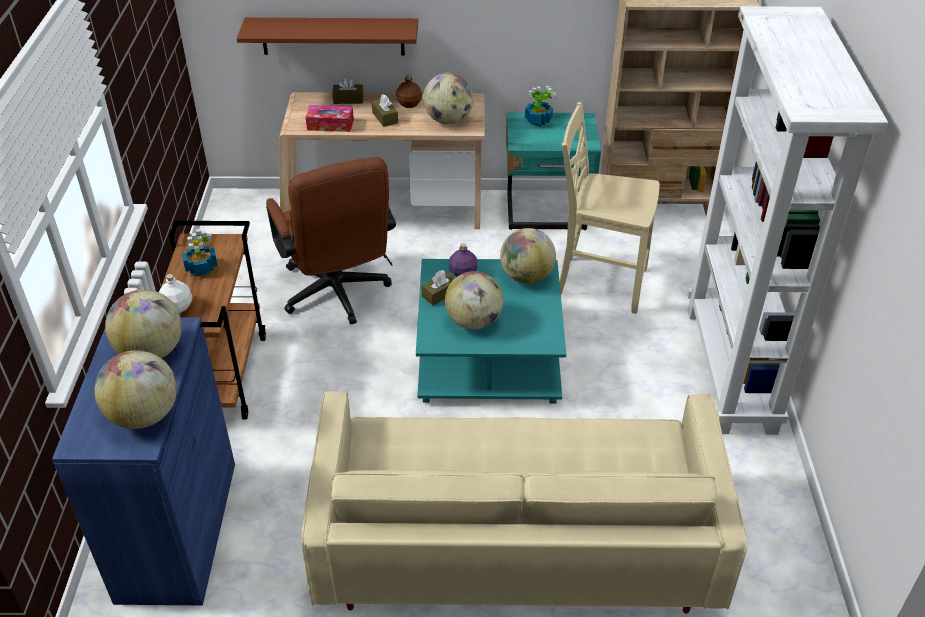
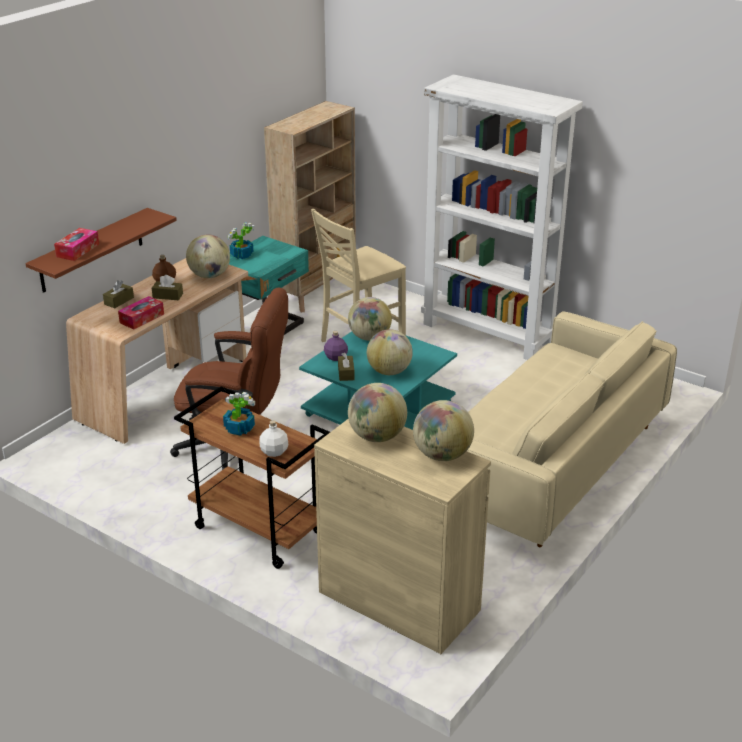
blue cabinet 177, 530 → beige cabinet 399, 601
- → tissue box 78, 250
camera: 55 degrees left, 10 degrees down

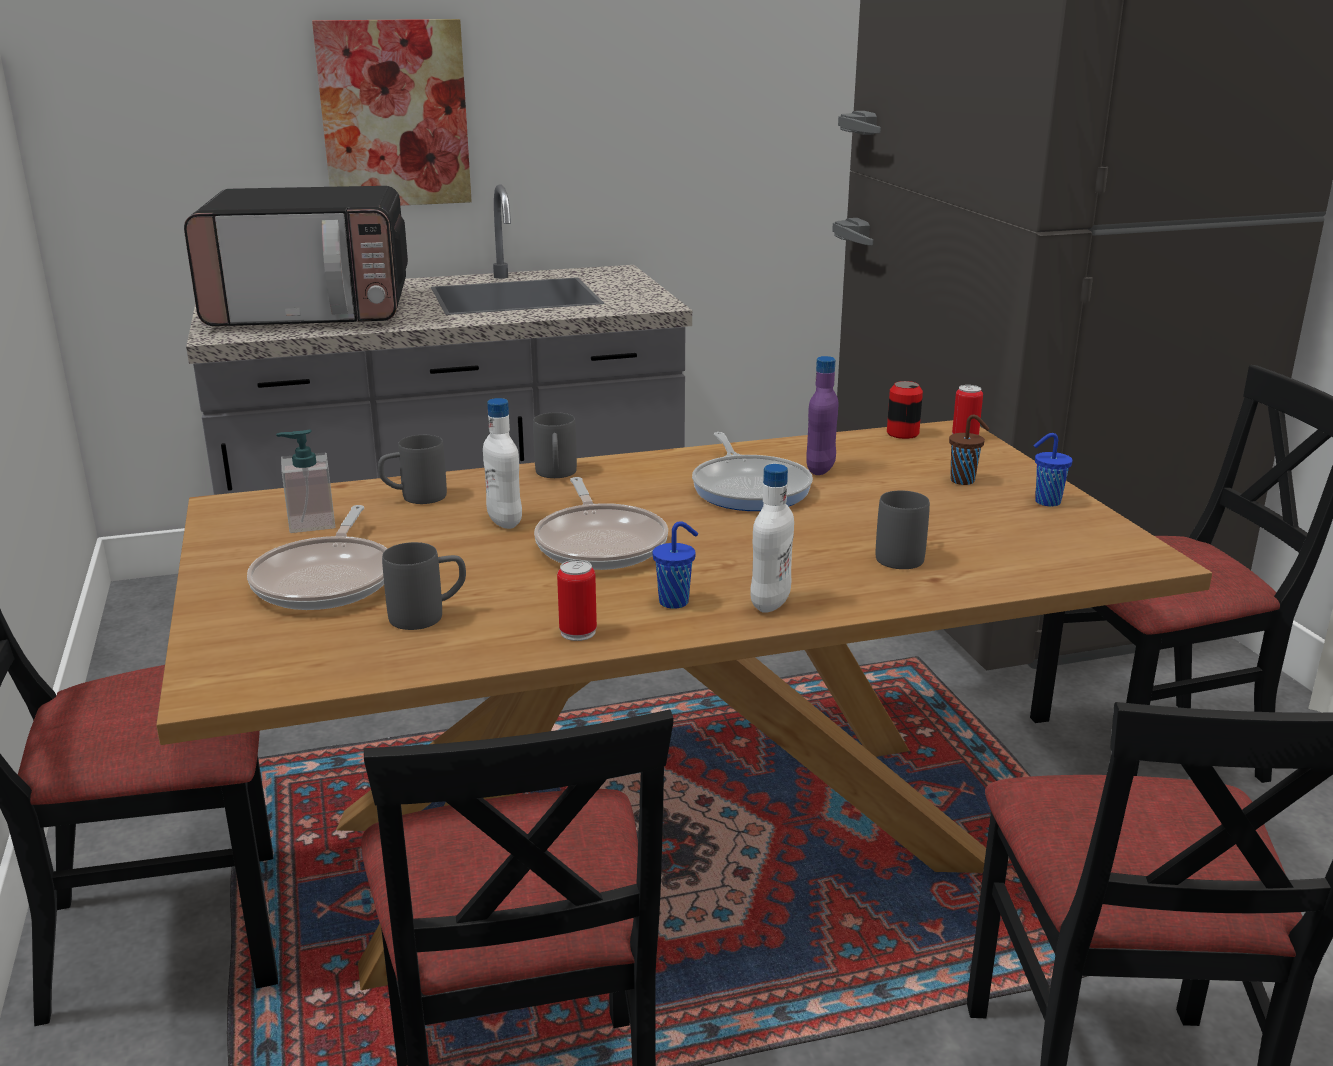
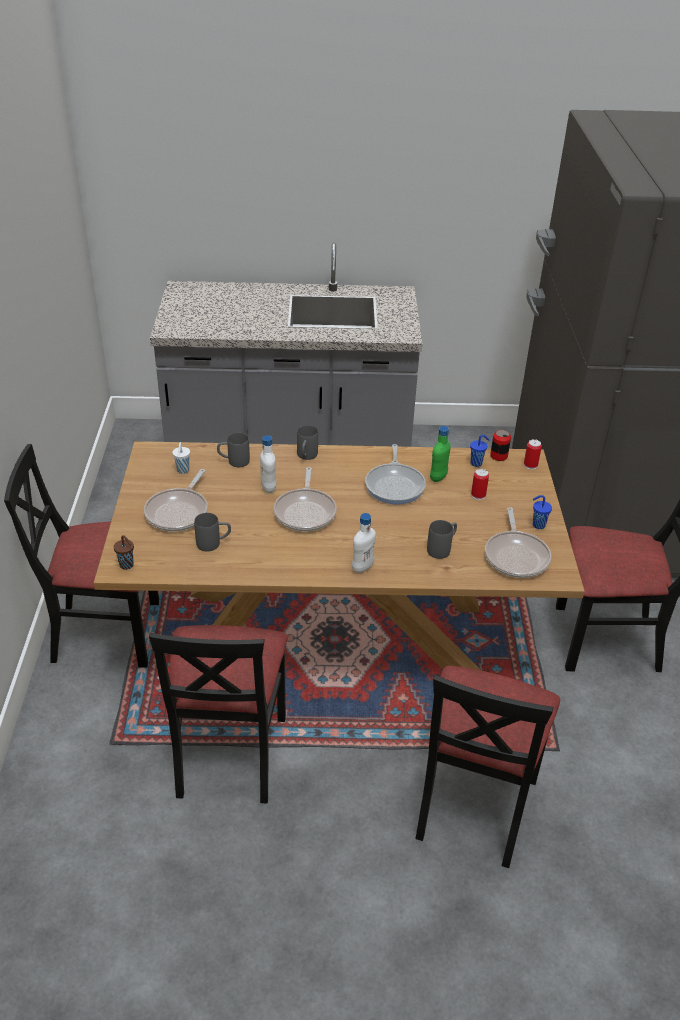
picture 394, 114 → -
microwave 312, 310 → -
purple bottle 820, 469 → green bottle 438, 477
brown cup 964, 481 → brown cup 127, 565, move
soap dispenser 311, 522 → white cup 182, 471
blue cup 675, 602 → blue cup 477, 463, move
can 578, 632 → can 478, 495, move
- → frying pan 516, 556
camera: 15 degrees right, 15 degrees up

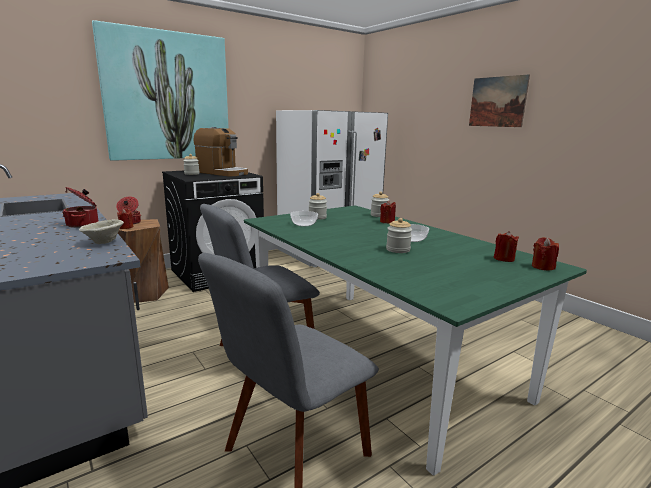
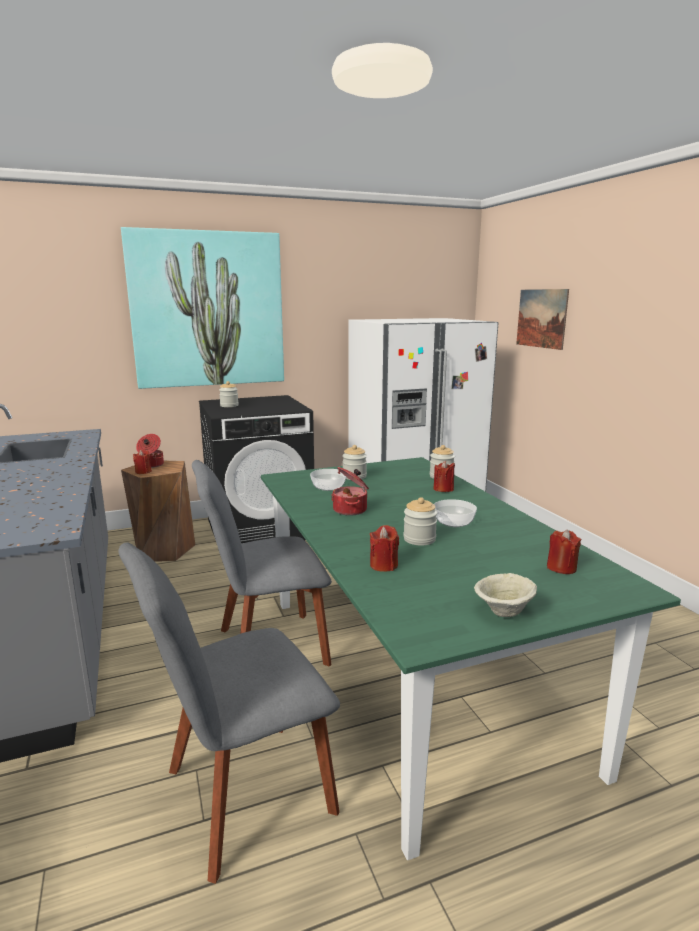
picture 497, 102 → picture 541, 318, move
coffee machine 222, 173 → -
cooking pot 83, 224 → cooking pot 351, 510, move
beige bowl 104, 243 → beige bowl 504, 612, move
red candle 542, 267 → red candle 383, 565, move
camera: 15 degrees right, 0 degrees up

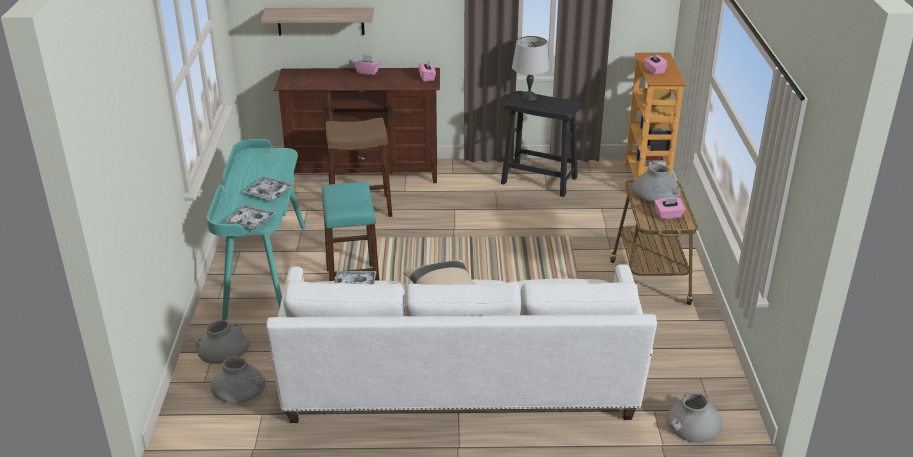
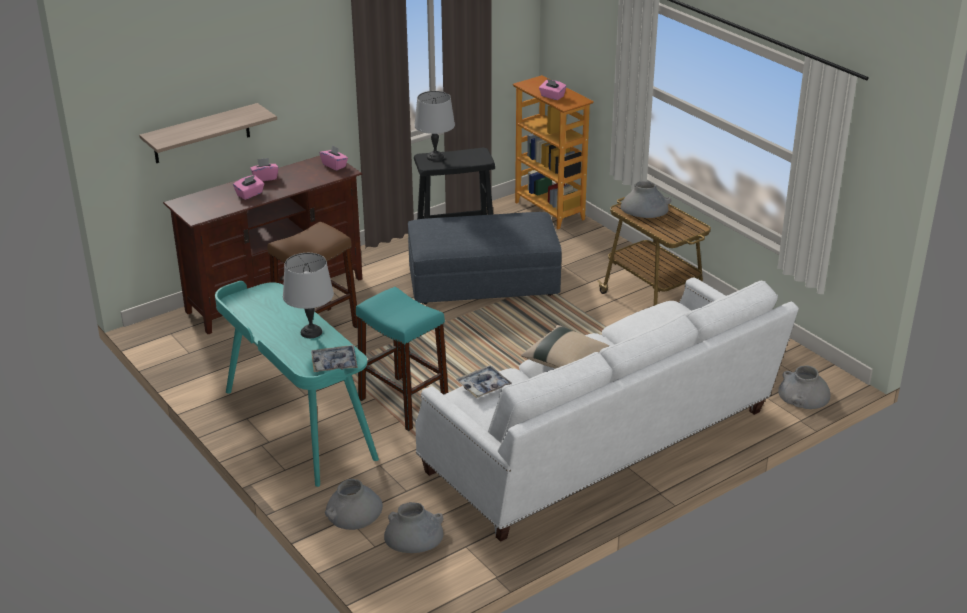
tray 268, 193 → grey table lamp 311, 332
pink tissue box 668, 215 → pink tissue box 250, 194, move
- → grey ottoman 483, 282
camera: 35 degrees left, 0 degrees up

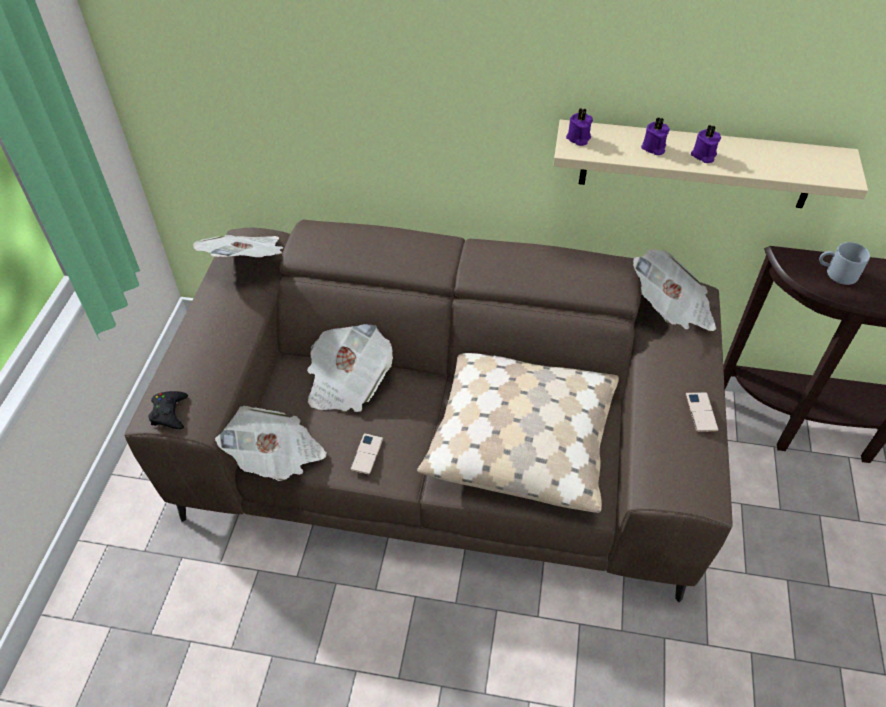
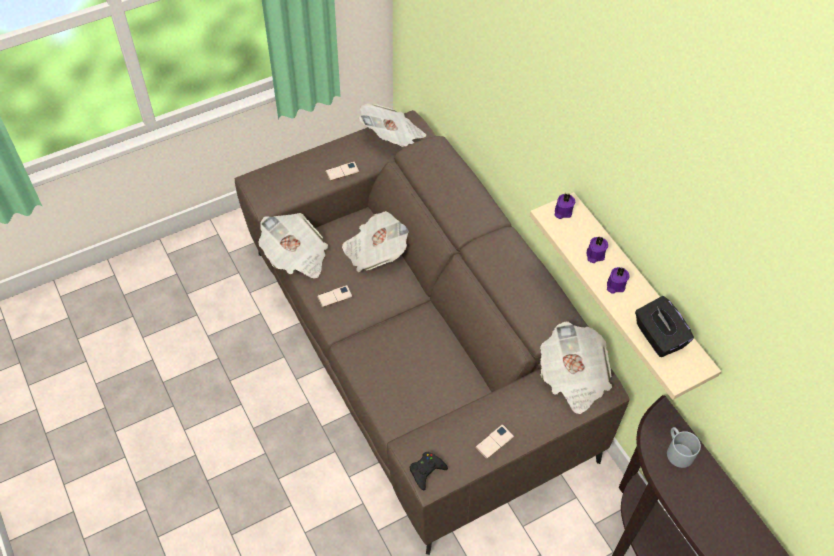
beige pillow 520, 437 → -
black game controller 169, 413 → black game controller 426, 471, move
- → phone 342, 171
- → black tissue box 658, 337
camera: 50 degrees right, 5 degrees up

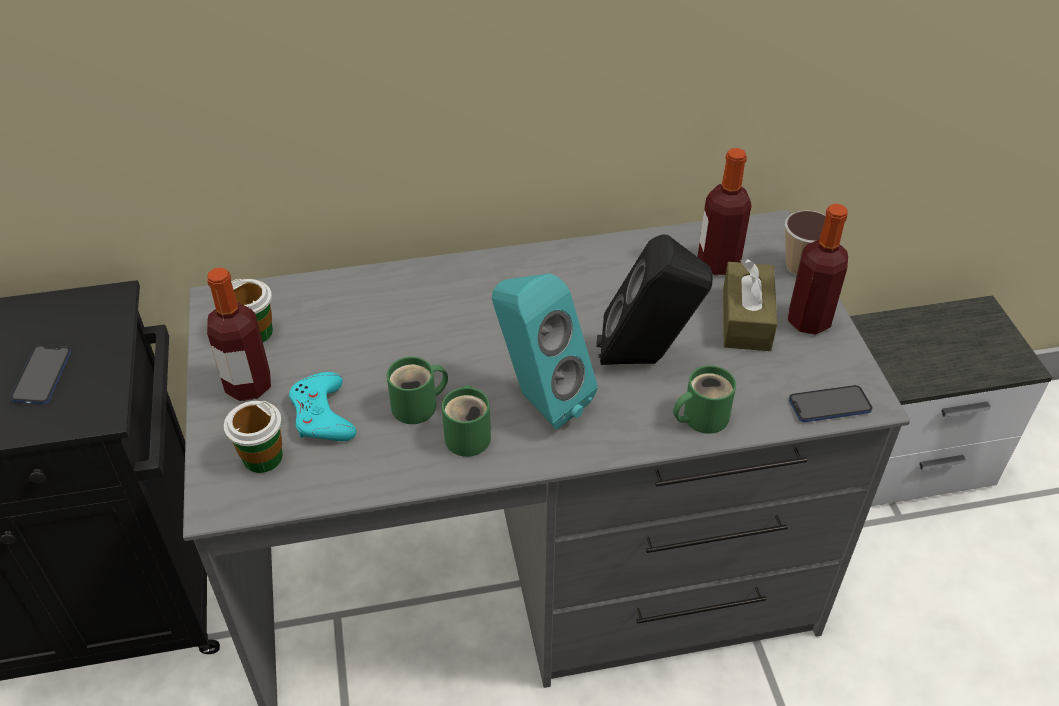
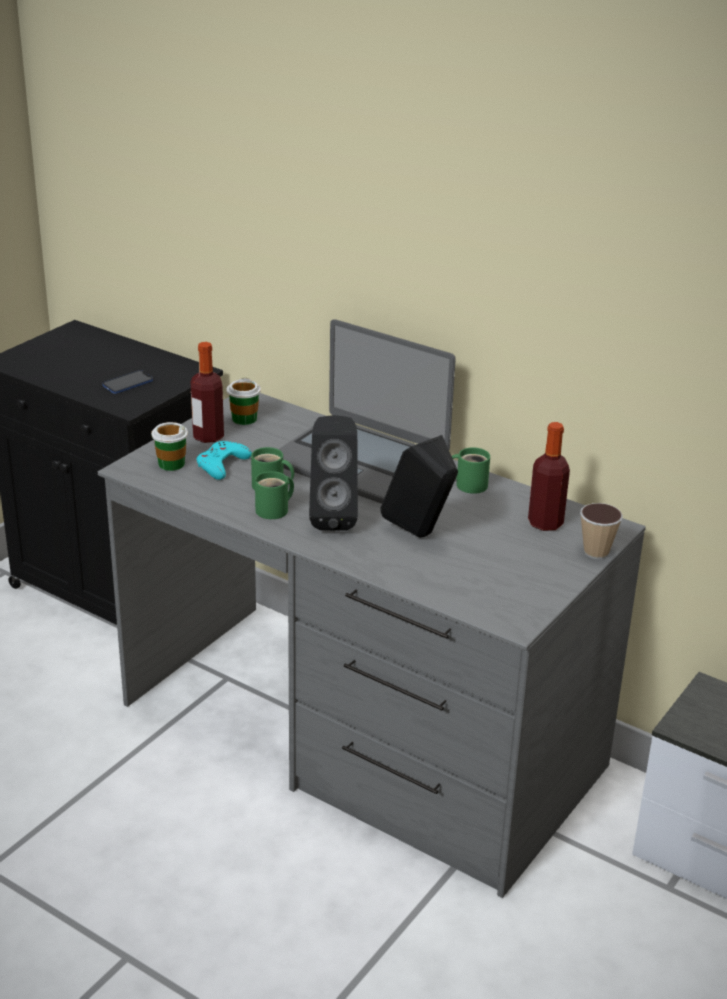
bottle 808, 320 → -
brown tissue box 746, 319 → -
turquoise speaker 539, 399 → black speaker 333, 517
green mug 701, 417 → green mug 469, 484, move
phone 829, 405 → -
- → laptop 360, 461
camera: 45 degrees right, 15 degrees down

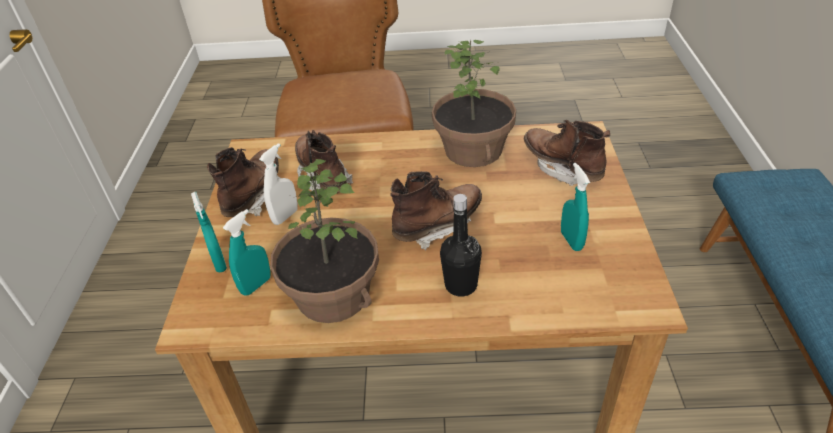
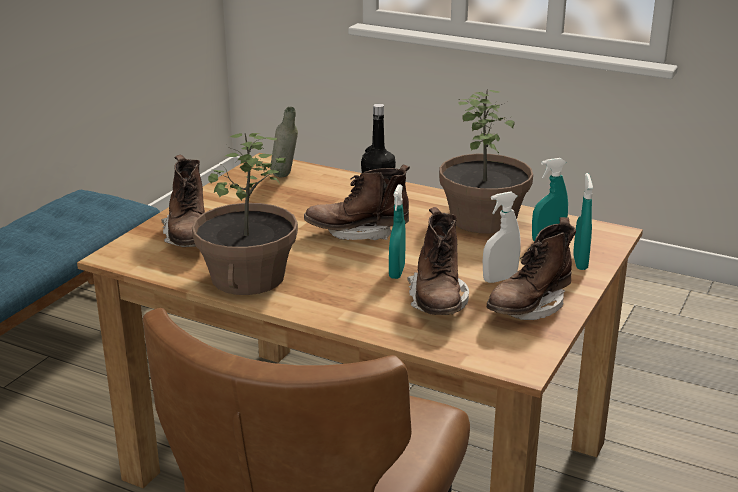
turquoise spray bottle 571, 241 → turquoise spray bottle 396, 272, move
- → grey bottle 285, 178
camera: 155 degrees left, 15 degrees down

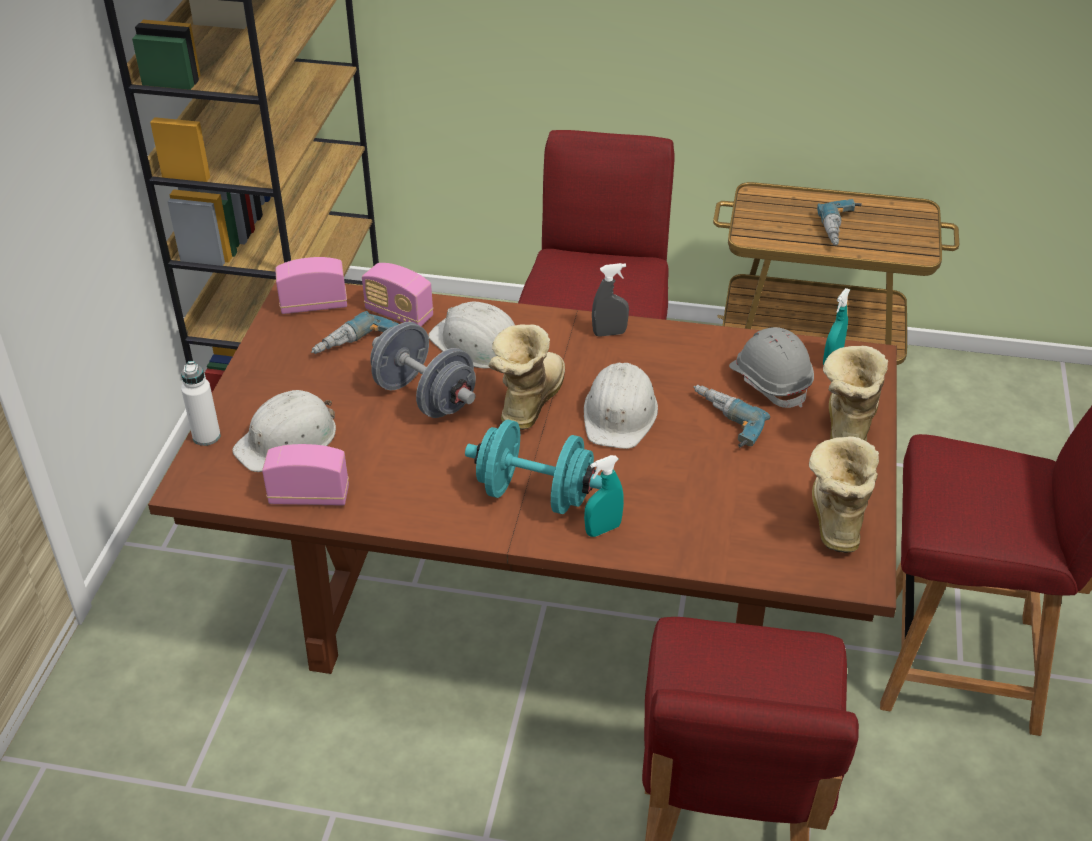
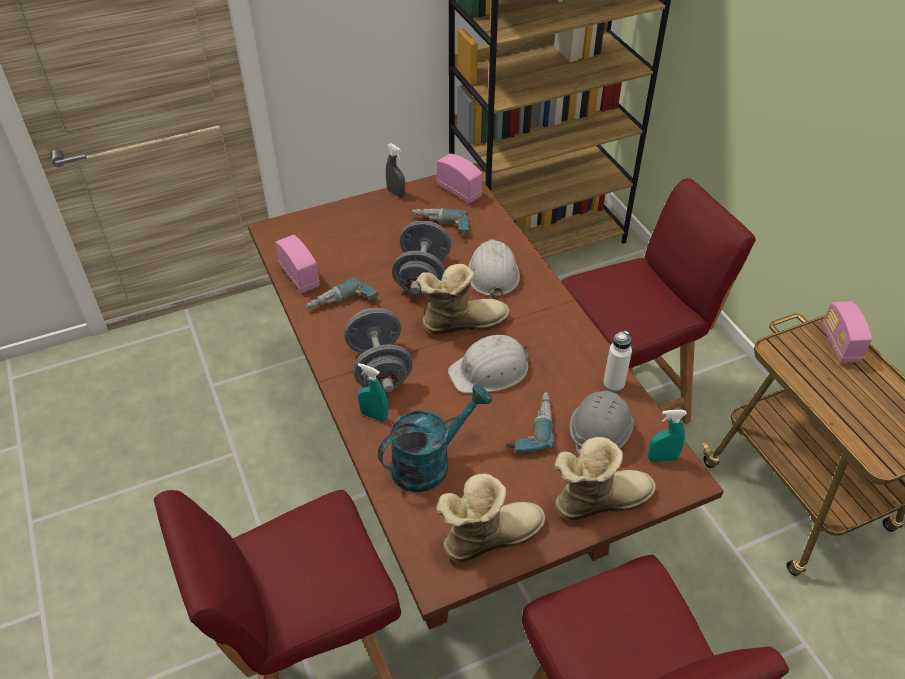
power drill 843, 230 → power drill 343, 306, move
radio 399, 314 → radio 839, 344, move
grey spray bottle 609, 333 → grey spray bottle 396, 193, move
white bottle 206, 436 → white bottle 613, 384, move
white hard hat 288, 440 → -
turquoise dumbbell 535, 494 → grey dumbbell 379, 368
- → turquoise watering can 429, 462
camera: 55 degrees right, 5 degrees up

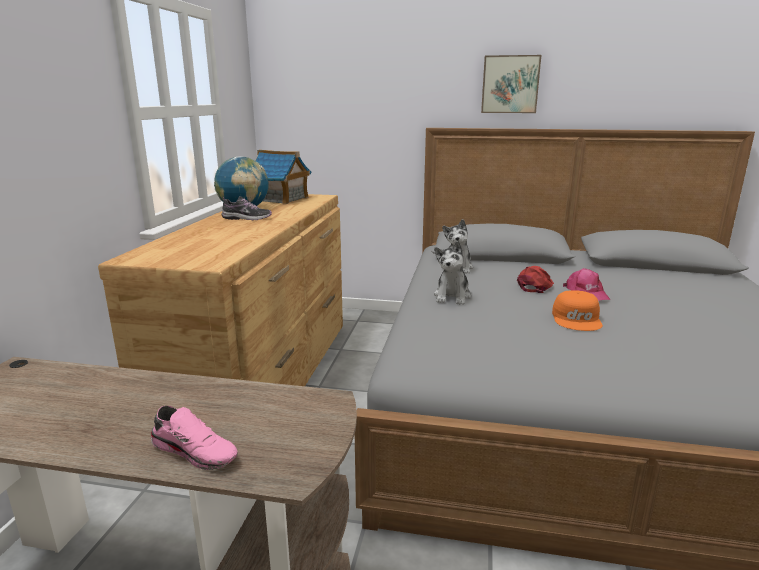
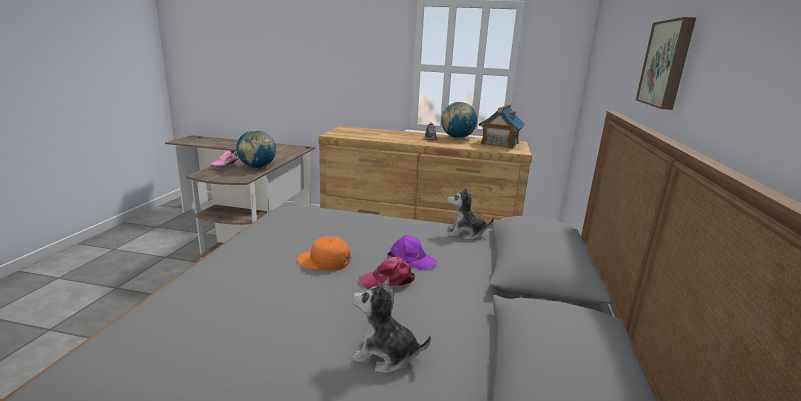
plush toy 452, 296 → plush toy 385, 356, move
red cap 535, 286 → purple cap 411, 259
- → globe 257, 167
camera: 90 degrees right, 0 degrees up

